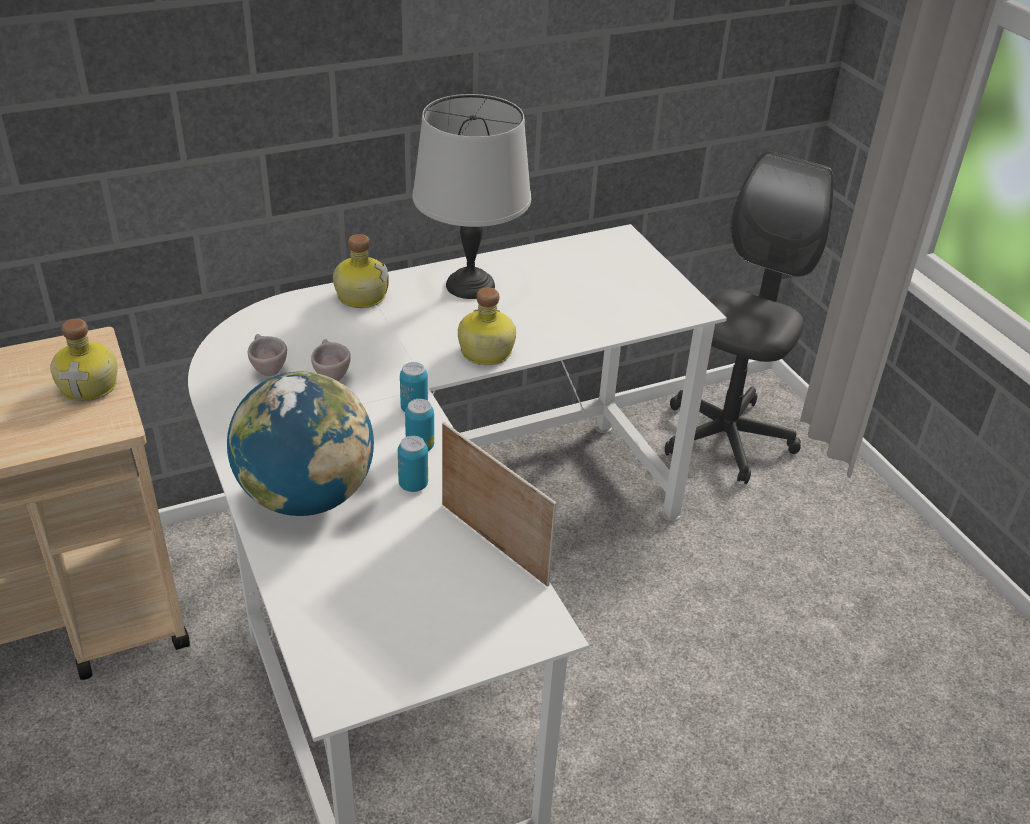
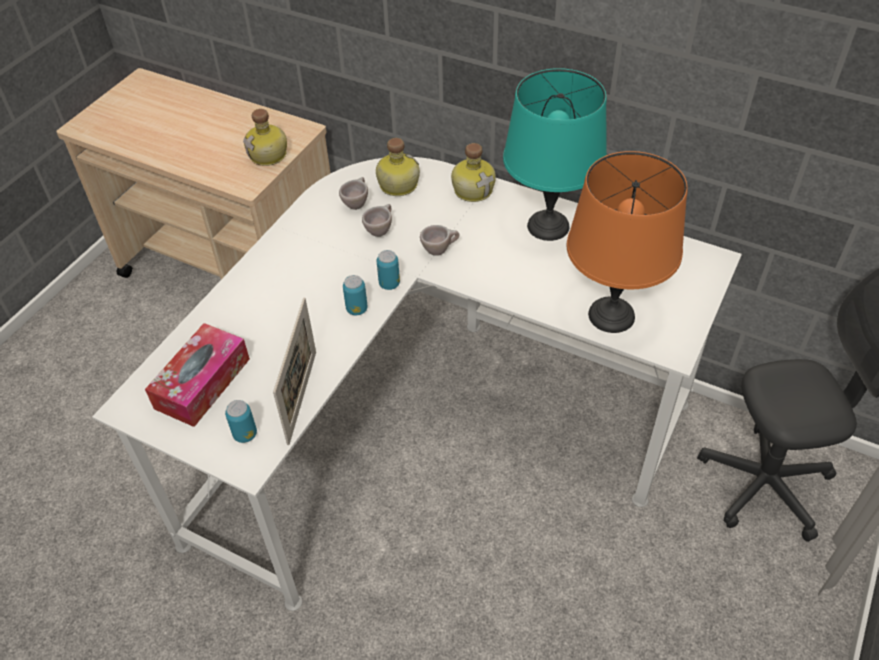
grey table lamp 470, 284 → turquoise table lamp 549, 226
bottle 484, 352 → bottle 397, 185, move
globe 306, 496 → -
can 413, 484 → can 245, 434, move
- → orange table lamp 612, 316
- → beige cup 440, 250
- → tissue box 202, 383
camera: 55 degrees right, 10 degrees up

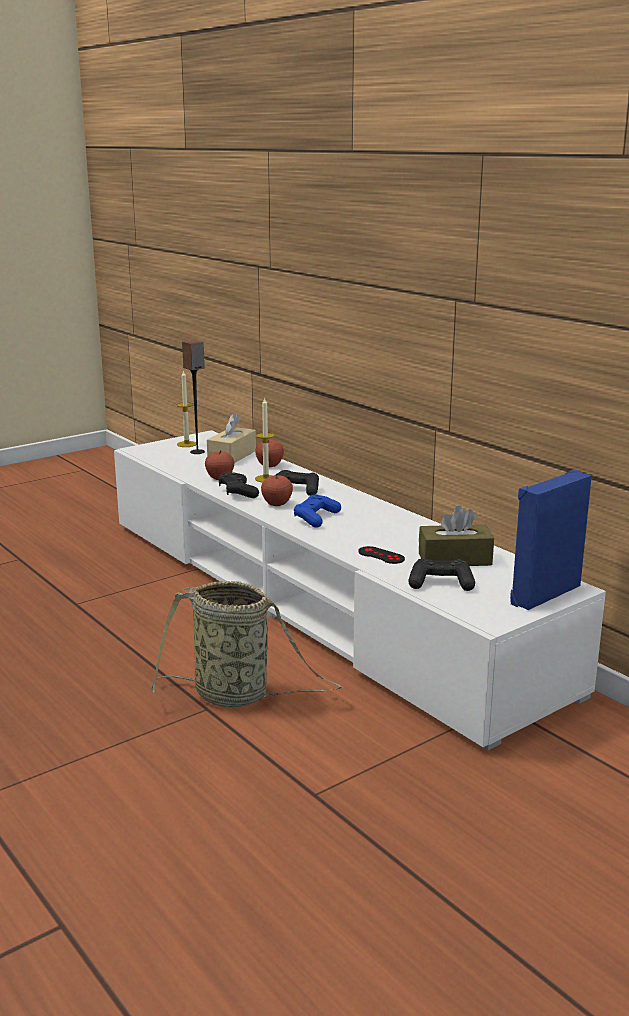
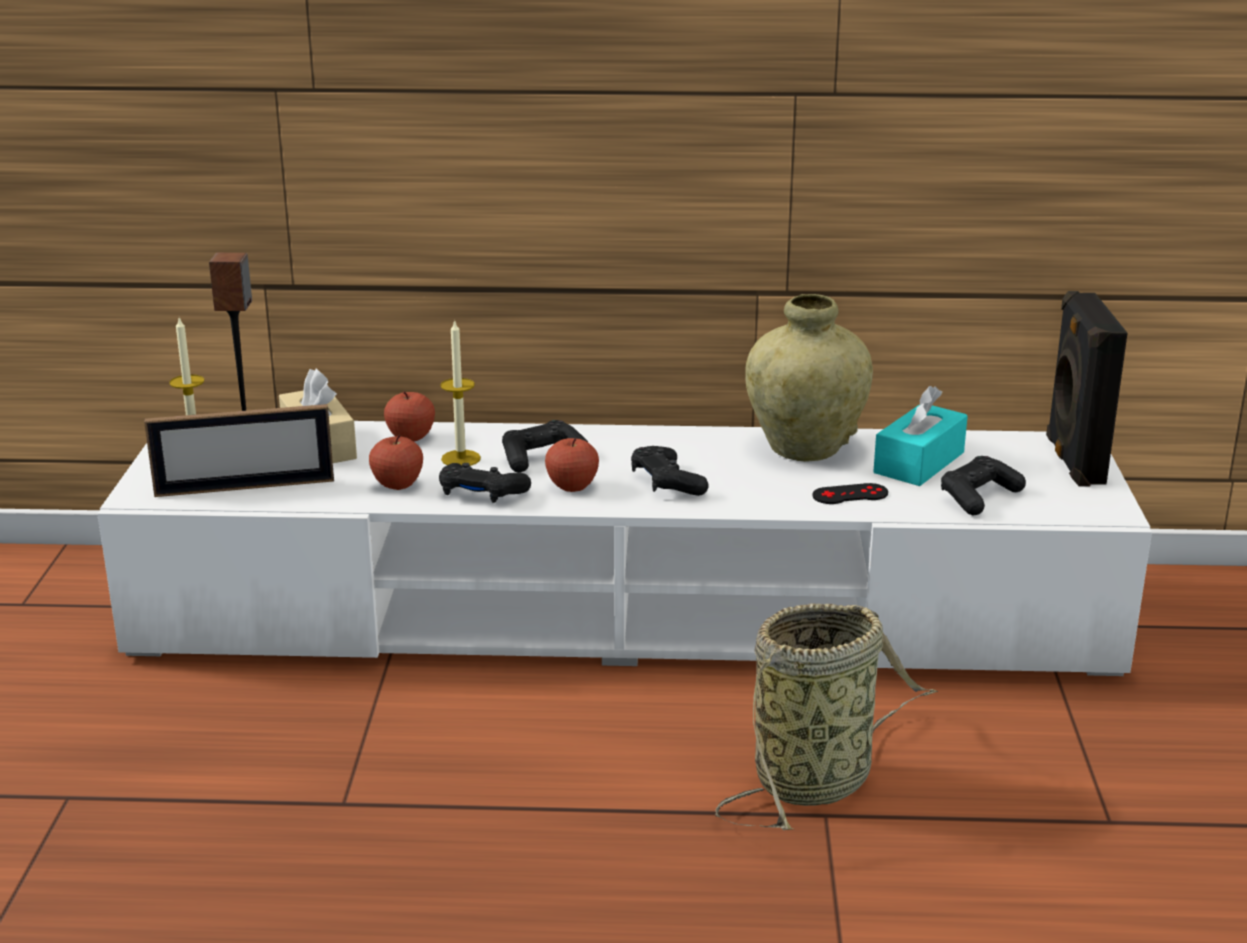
blue speaker 543, 594 → black speaker 1072, 461
blue game controller 316, 518 → black game controller 667, 483
brown tissue box 454, 559 → turquoise tissue box 919, 463
- → beige vase 804, 448
- → picture frame 245, 487
camera: 50 degrees left, 5 degrees up

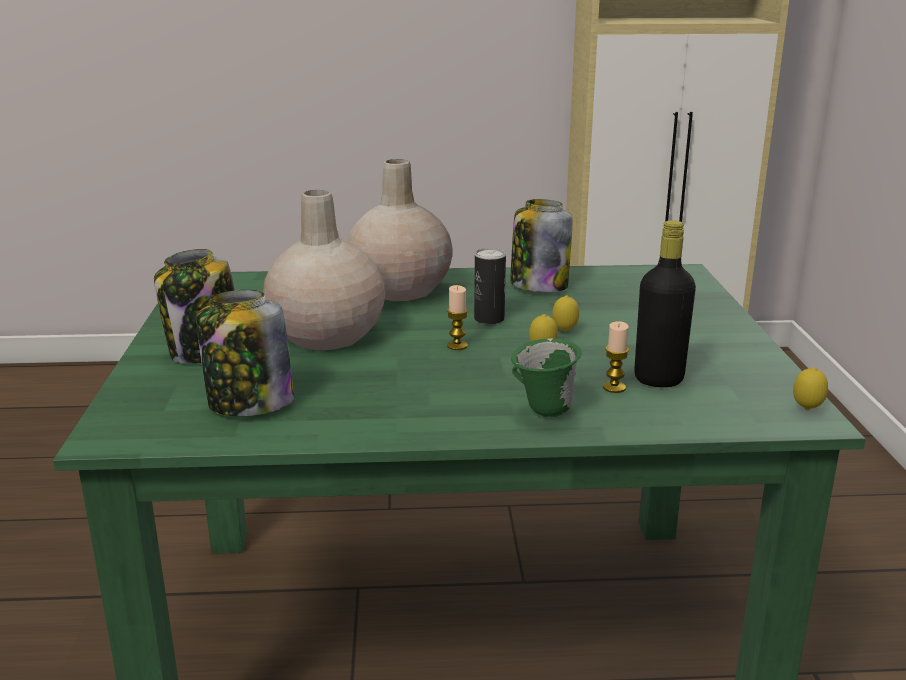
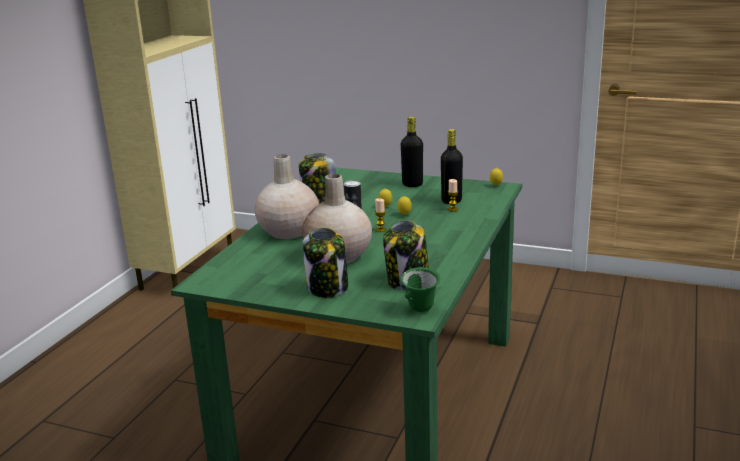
green mug 543, 413 → green mug 420, 310, move
- → black bottle 412, 184
camera: 65 degrees left, 0 degrees up

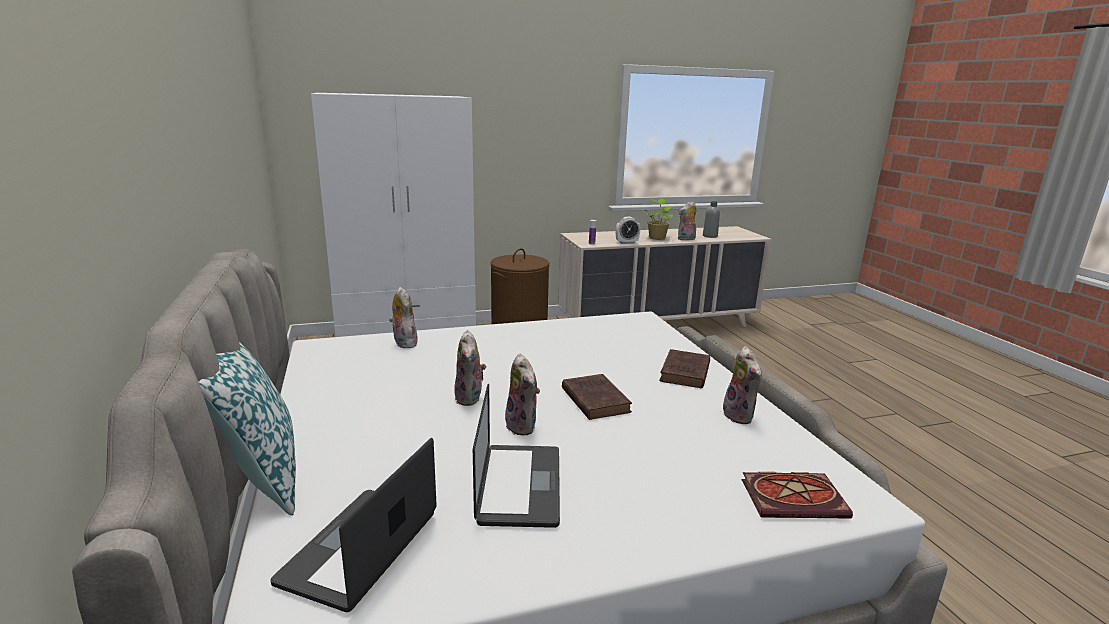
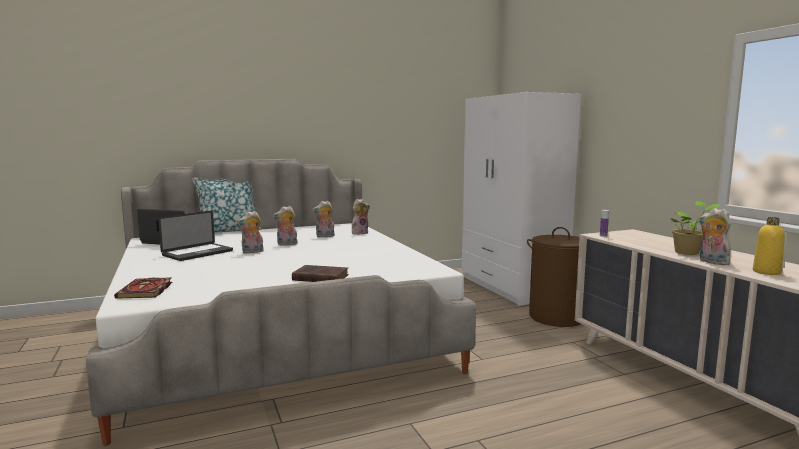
grey bottle 710, 236 → yellow bottle 766, 272
alarm clock 627, 243 → -
plush toy 741, 416 → plush toy 325, 236, move
brown book 594, 399 → -
laptop 520, 486 → laptop 198, 253, 45 degrees counterclockwise
camera: 85 degrees right, 10 degrees down

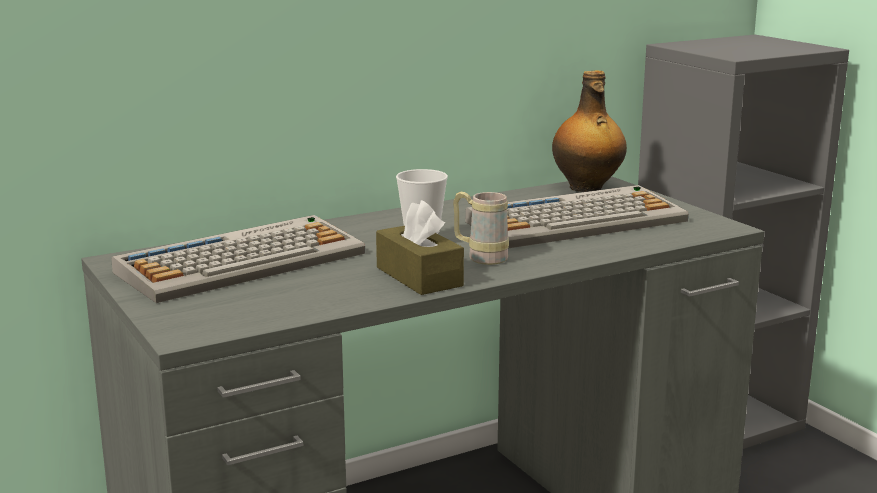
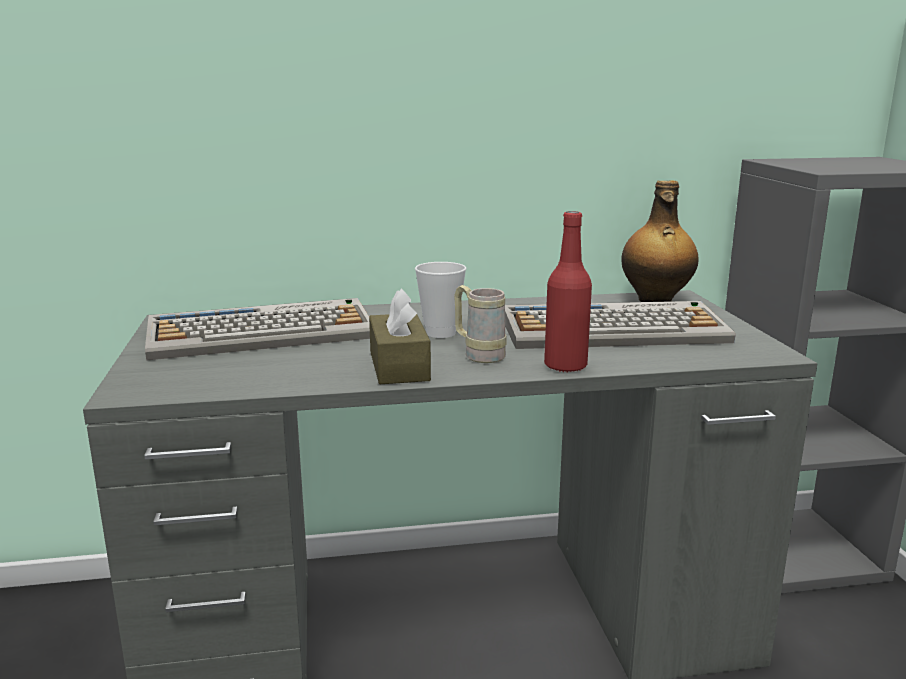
- → red bottle 565, 366
camera: 20 degrees right, 0 degrees up

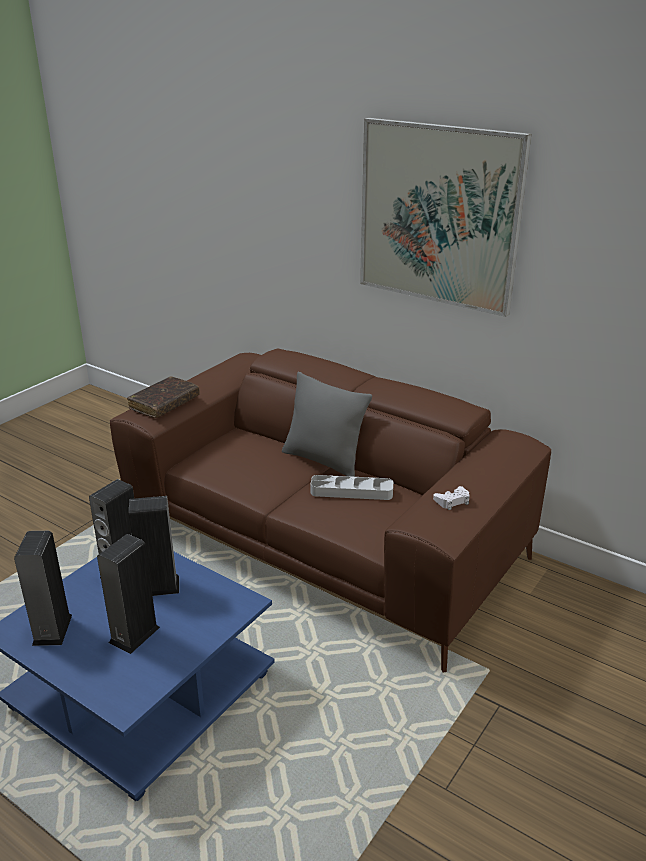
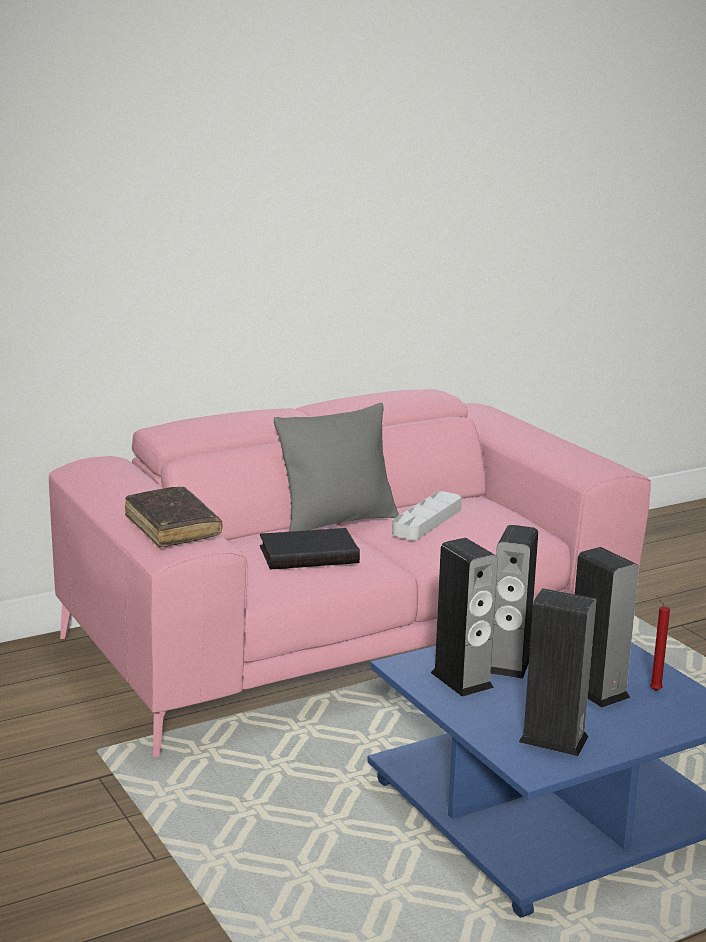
picture 439, 215 → -
brown sofa 324, 540 → pink sofa 348, 638
white game controller 452, 501 → -
- → black book 309, 554
- → red candle 654, 690
camera: 65 degrees left, 10 degrees down

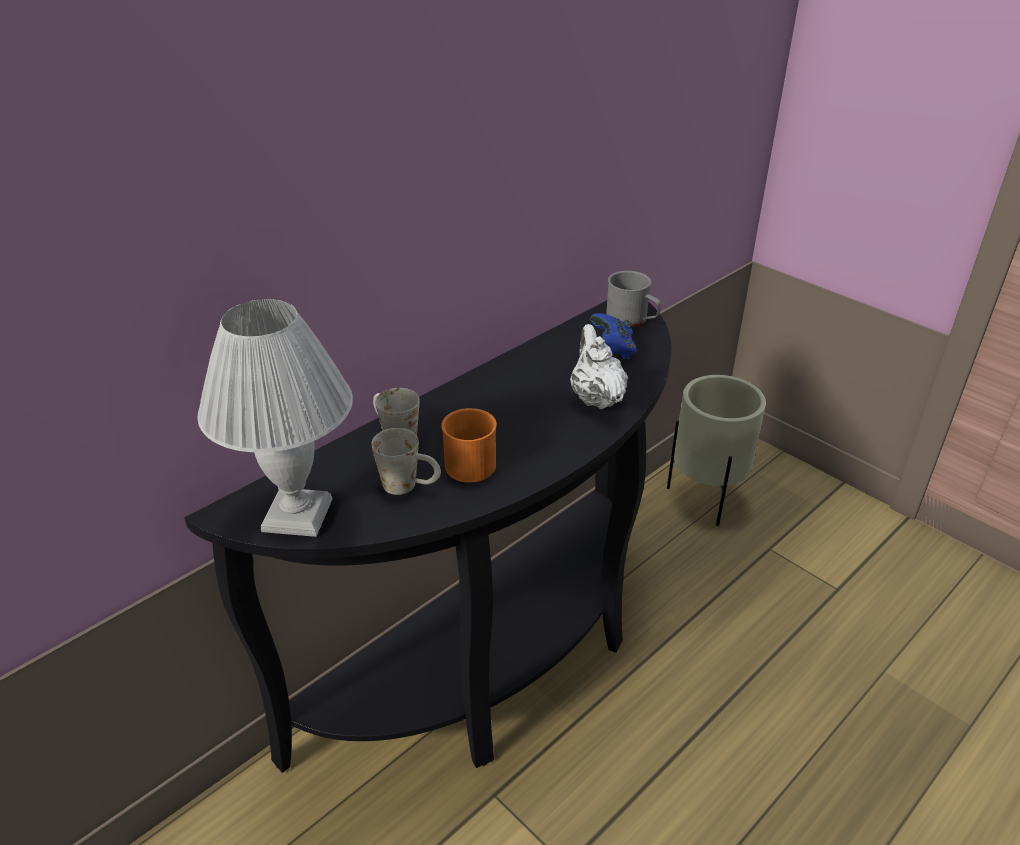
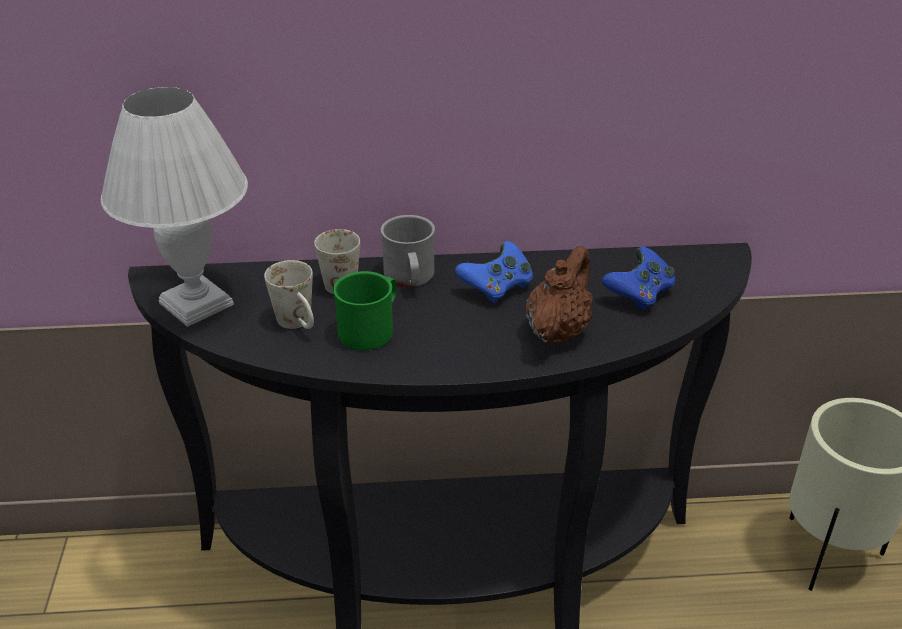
grey mug 632, 320 → grey mug 410, 278, move
white teapot 596, 398 → brown teapot 558, 331
orange mug 469, 460 → green mug 371, 328
- → blue game controller 496, 288
camera: 40 degrees right, 0 degrees up

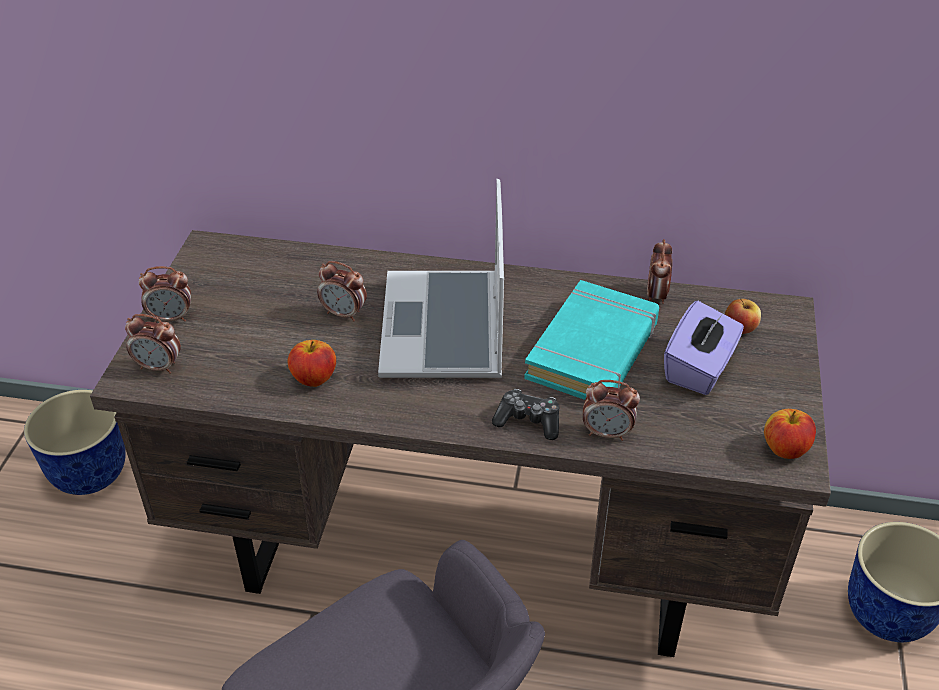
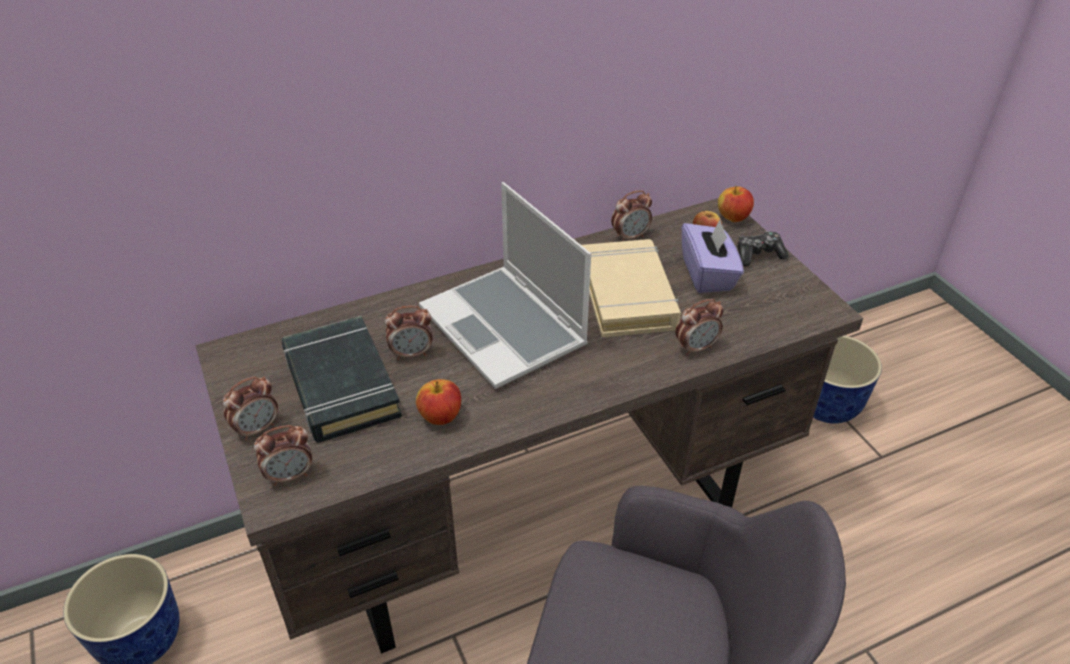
alarm clock 656, 296 → alarm clock 630, 237, 90 degrees counterclockwise
turquoise book 593, 351 → beige book 628, 295
game controller 528, 421 → game controller 758, 255, move
apple 785, 449 → apple 733, 217, move
- → black book 340, 385
camera: 35 degrees left, 0 degrees up

